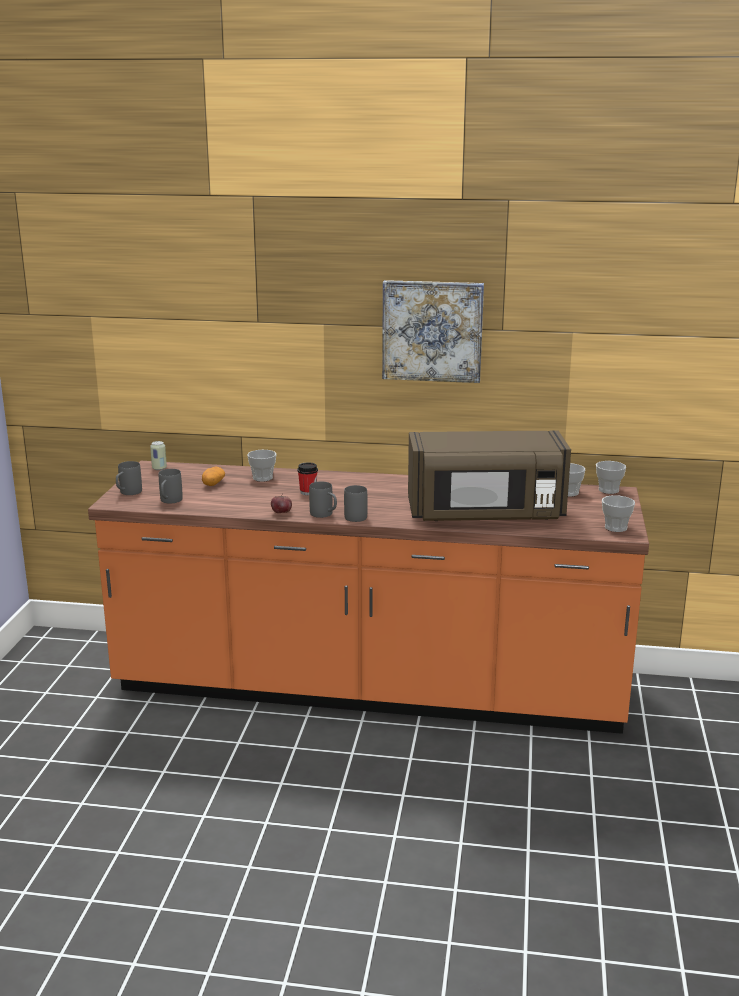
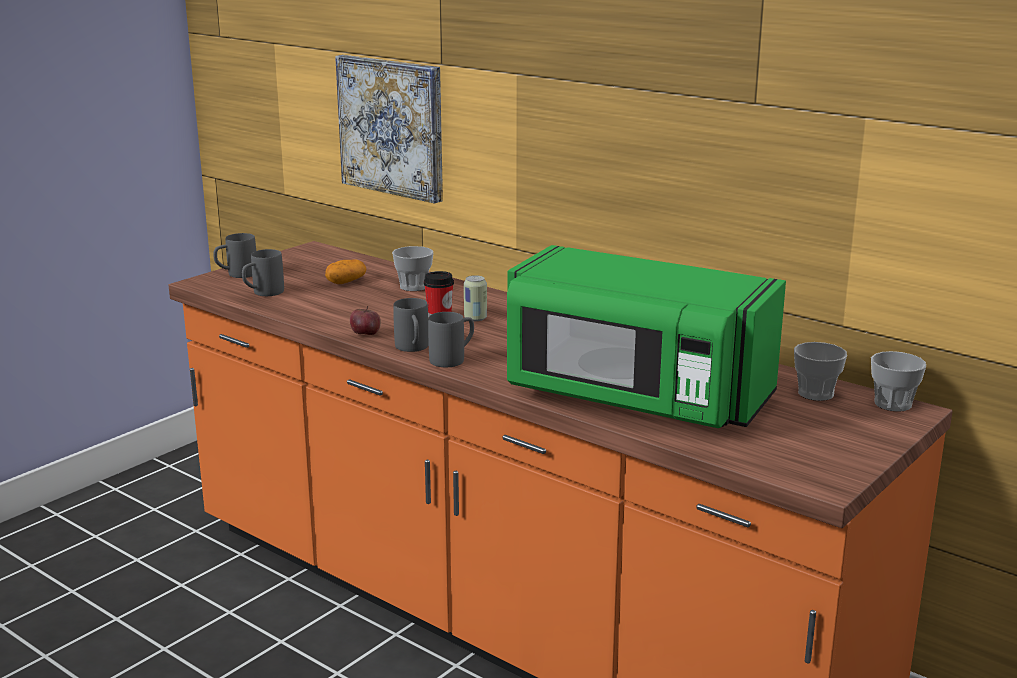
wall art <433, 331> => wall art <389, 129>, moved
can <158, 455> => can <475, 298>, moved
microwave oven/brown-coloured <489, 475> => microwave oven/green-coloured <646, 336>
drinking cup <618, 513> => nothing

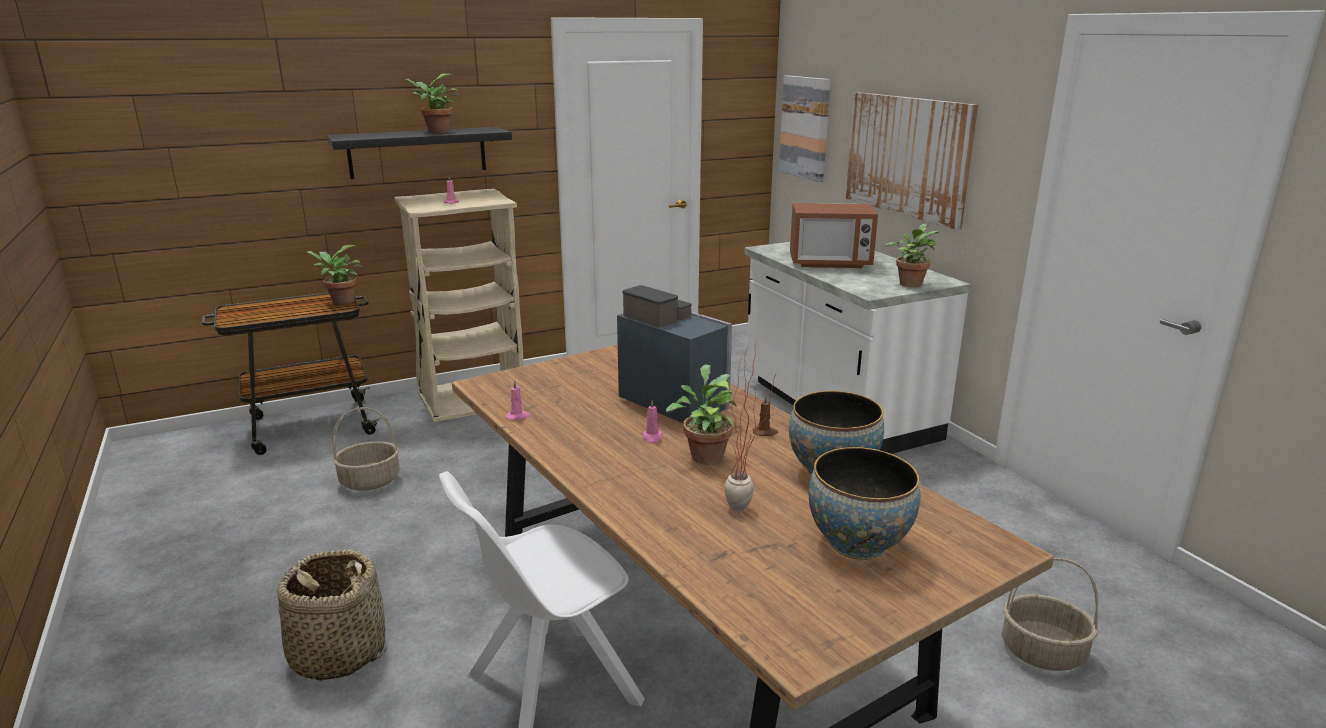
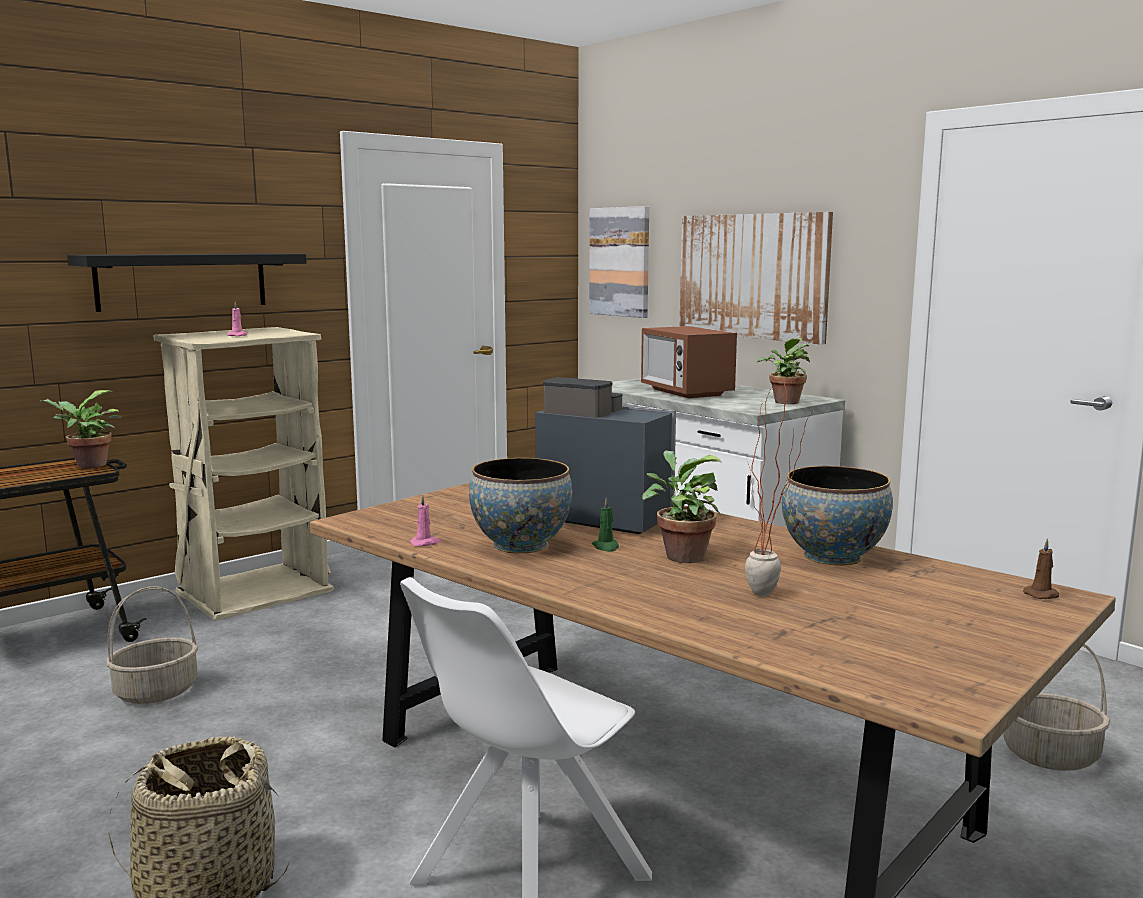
bowl <864, 503> => bowl <521, 506>, moved
candle/pink-coloured <652, 421> => candle/green-coloured <605, 525>
microwave oven <834, 235> => microwave oven <689, 362>, 75 degrees clockwise
candle/brown-coloured <765, 415> => candle/brown-coloured <1041, 568>, moved
potted plant <431, 103> => nothing

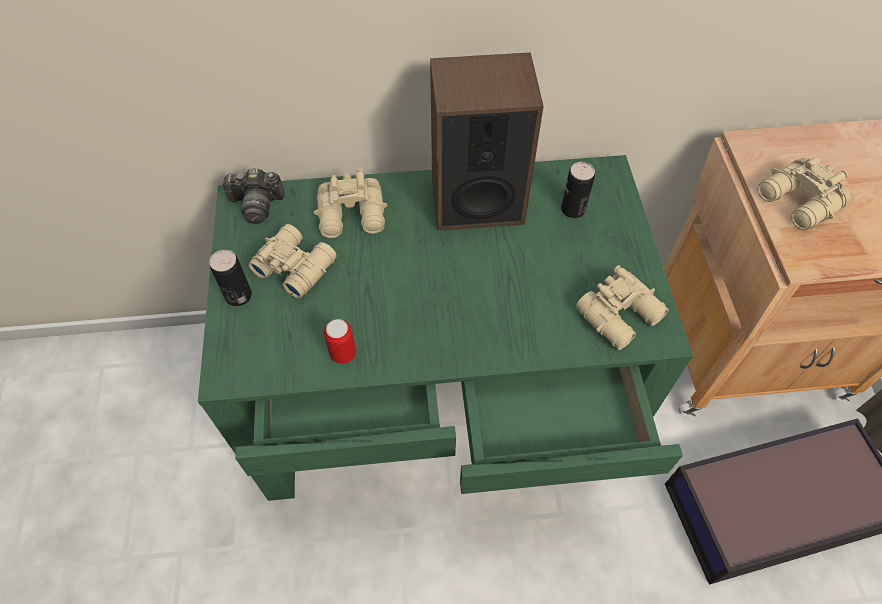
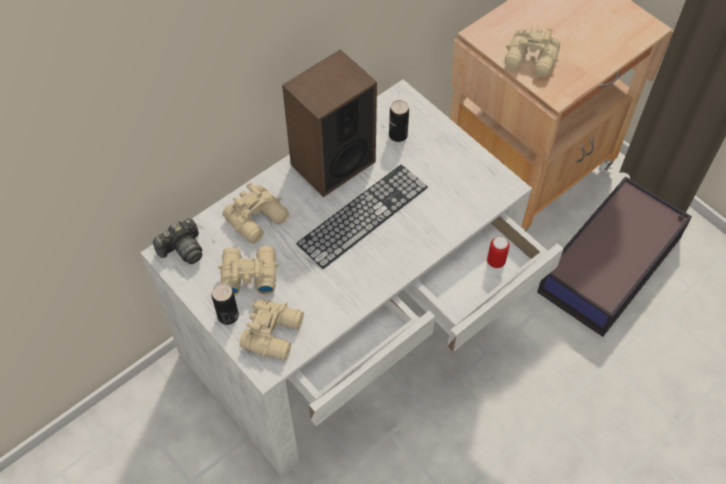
desk unit/green-coloured <445, 328> => desk unit/whitish <352, 278>
binoculars/beige <622, 307> => binoculars/beige <271, 329>, moved
nothing => computer keyboard <362, 217>
can <340, 341> => can <498, 252>, moved

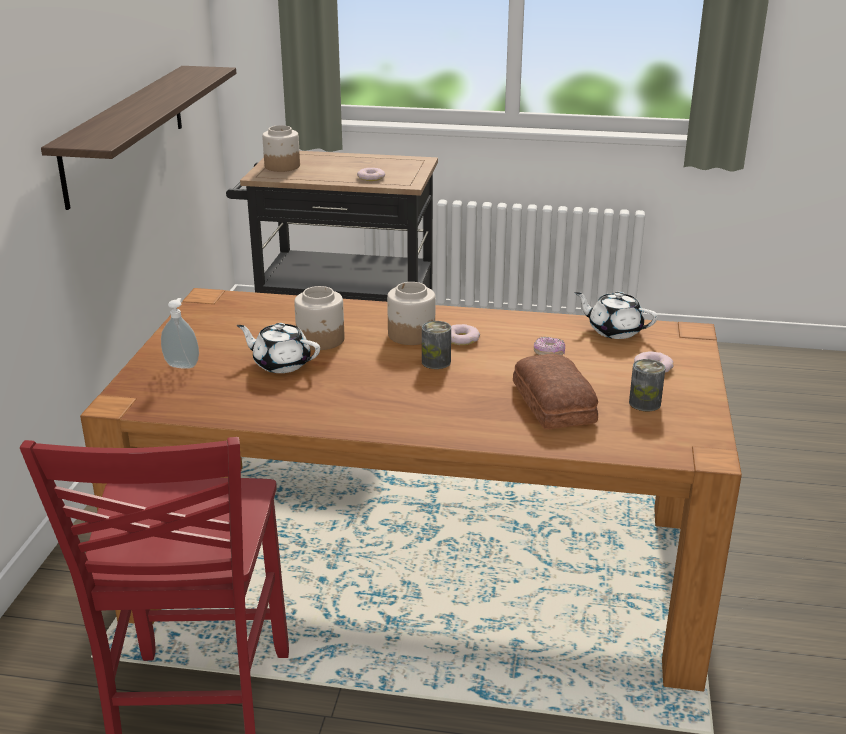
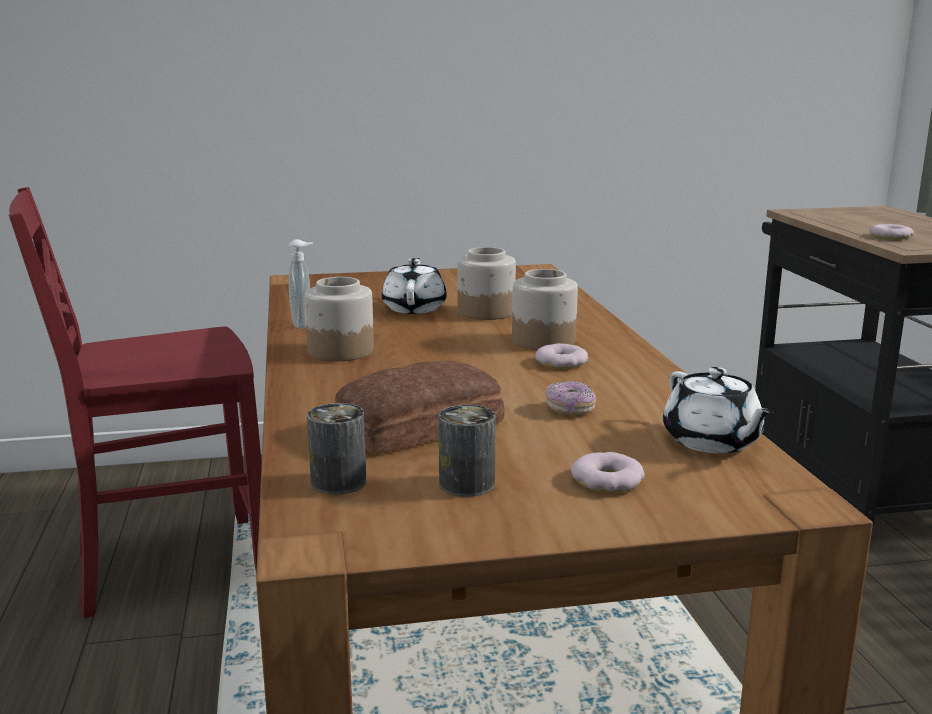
soap dispenser <180, 333> => soap dispenser <301, 284>, moved
preserve jar <281, 148> => preserve jar <339, 319>, moved
can <436, 345> => can <336, 449>, moved
teapot/whitish <616, 315> => teapot/whitish <718, 410>, 150 degrees clockwise
wall shelf <138, 138> => nothing

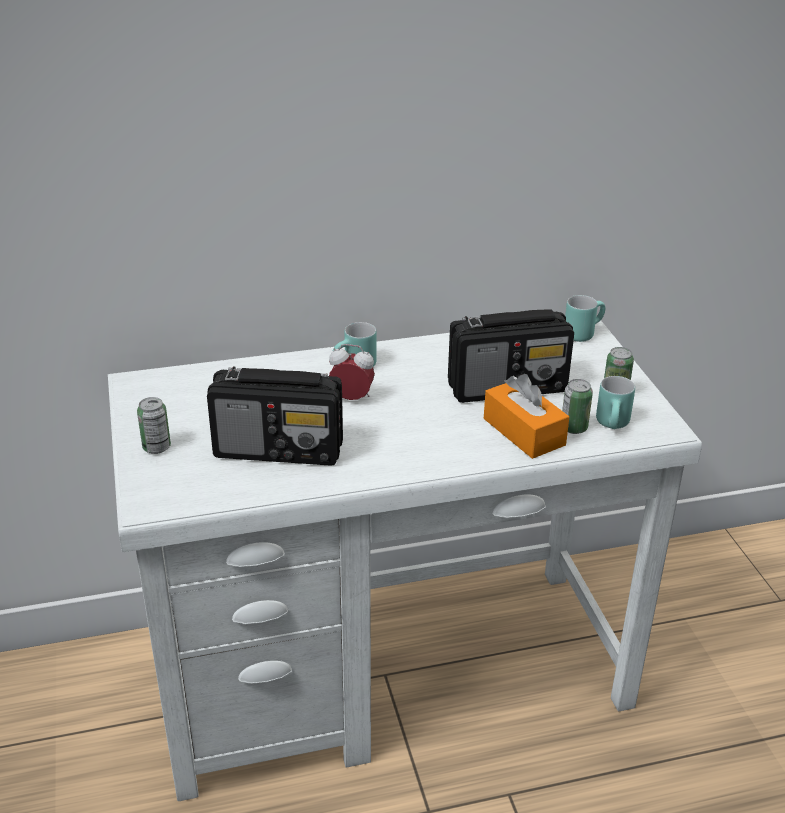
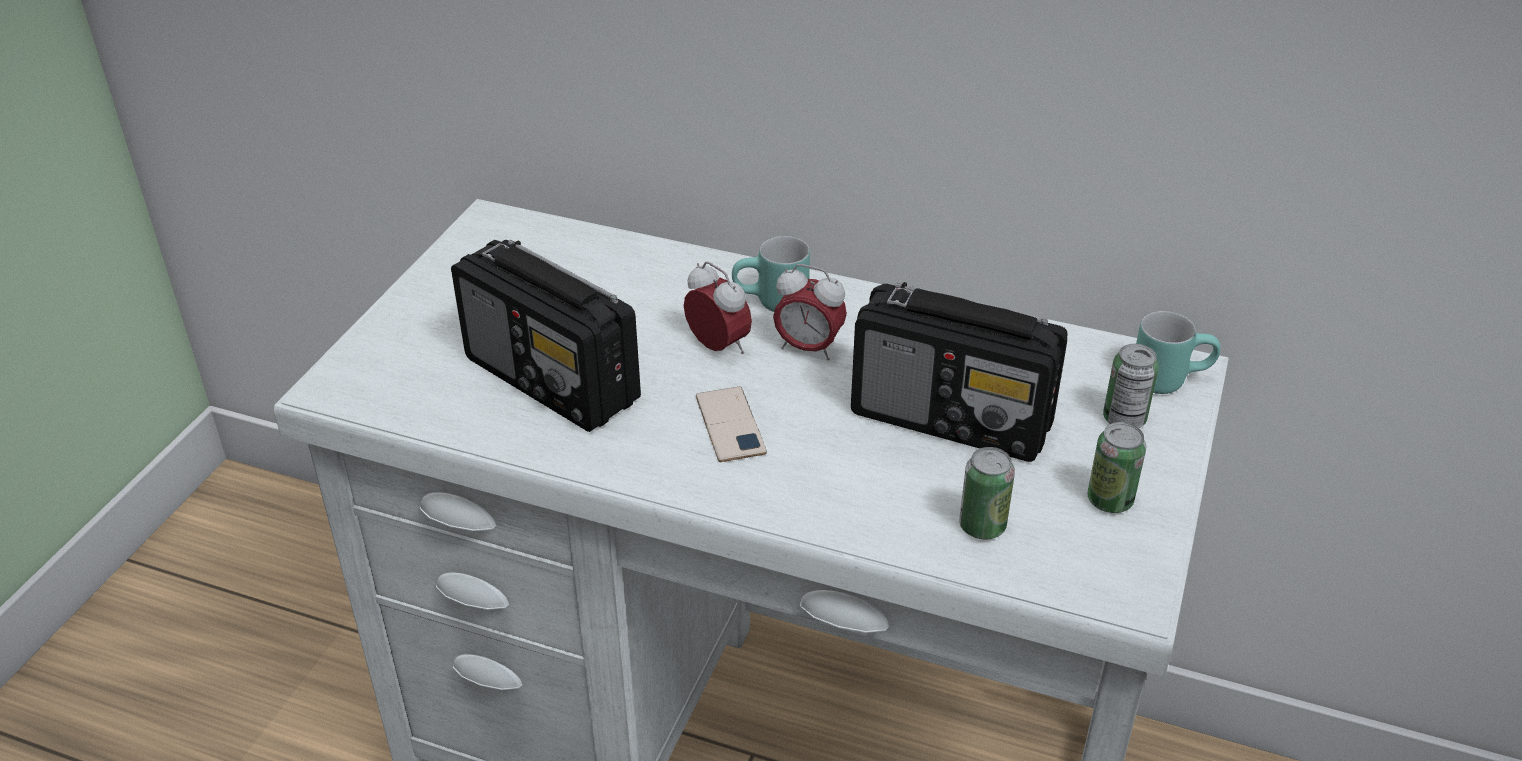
nothing => handset <731, 424>
nothing => table clock <810, 312>
can <154, 425> => can <1131, 386>, moved
tissue box/orangey <527, 416> => nothing
tea mug/blue-green <615, 402> => nothing

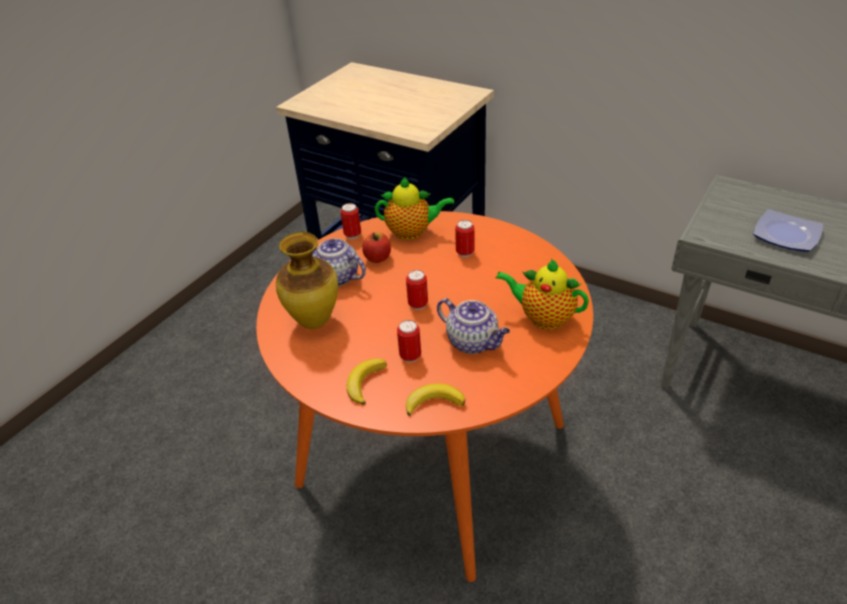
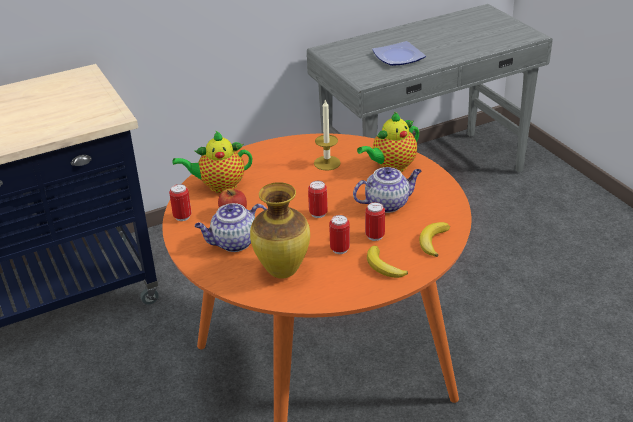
teapot <414, 208> => teapot <212, 162>, 135 degrees counterclockwise
nothing => candle <327, 134>
can <464, 238> => can <339, 234>, moved

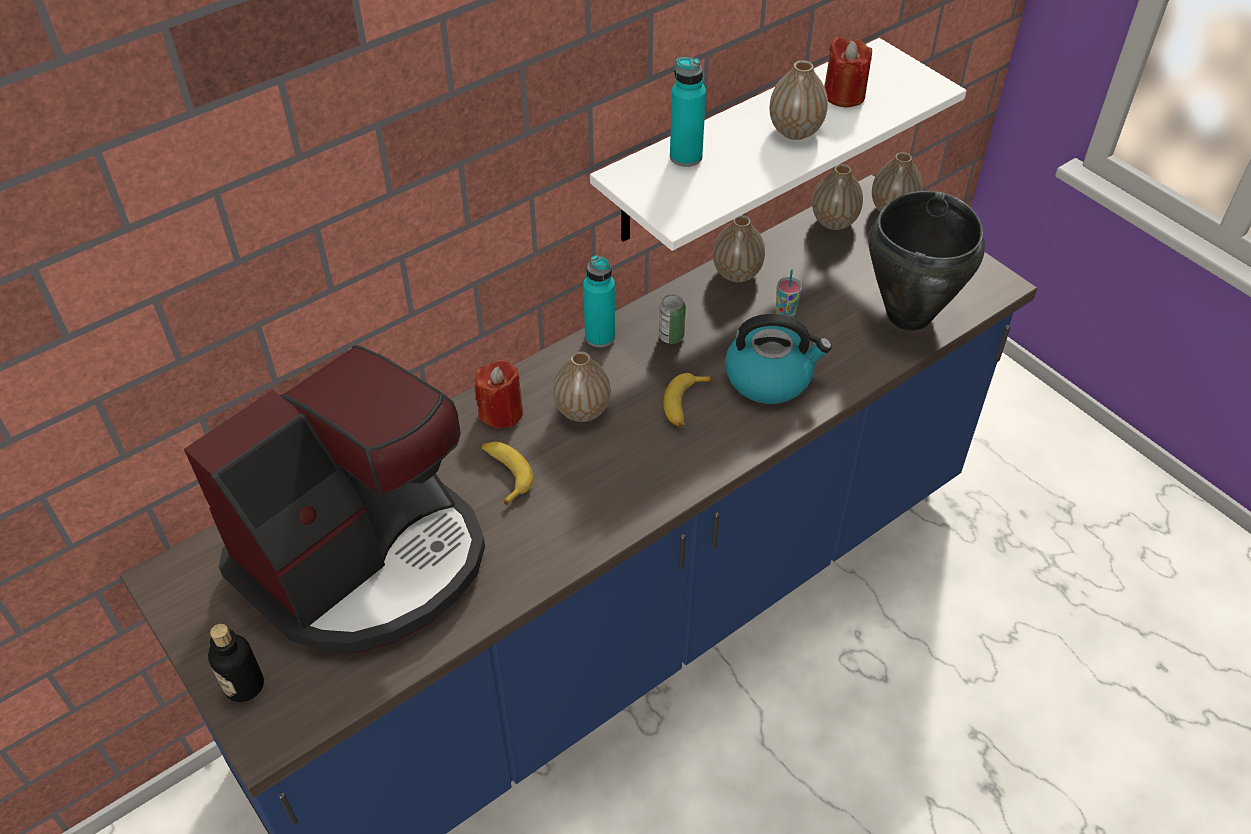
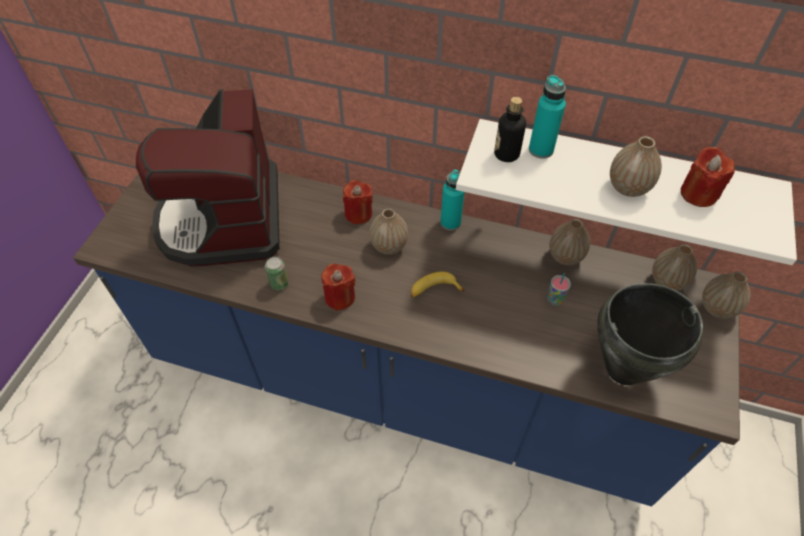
coffee maker <334, 499> => coffee maker <208, 177>, 75 degrees clockwise
can <672, 319> => can <277, 273>, moved
nothing => candle/reddish <338, 287>
drink bottle <236, 663> => drink bottle <510, 129>, moved
whole banana <507, 474> => nothing
tea kettle <778, 359> => nothing

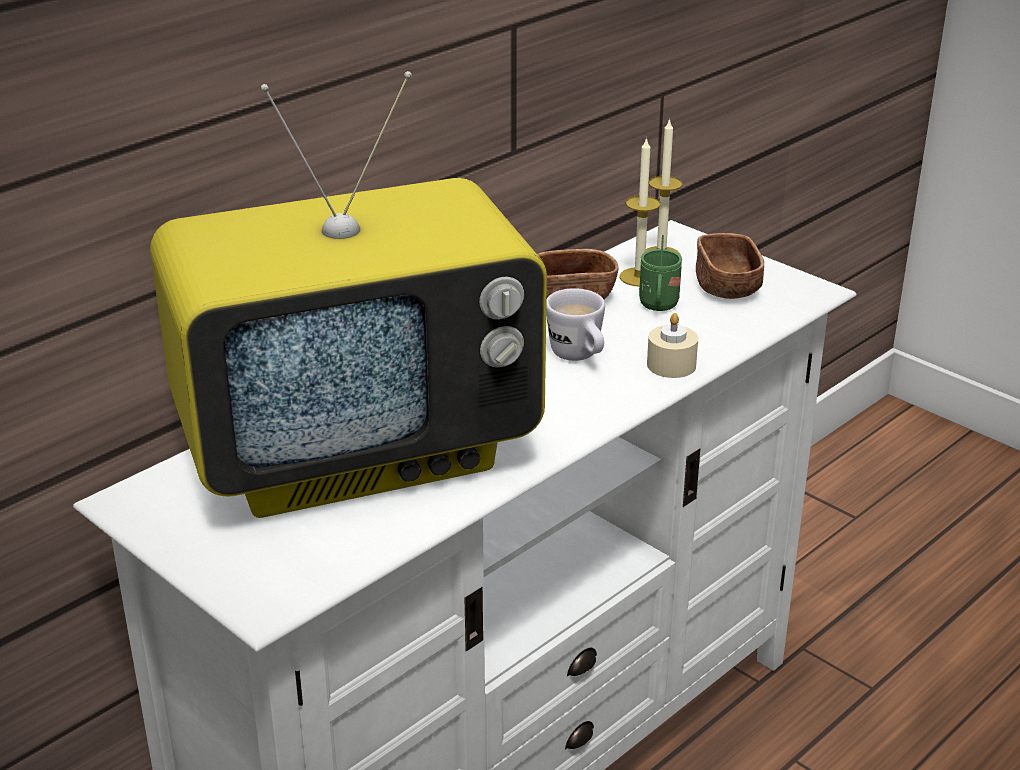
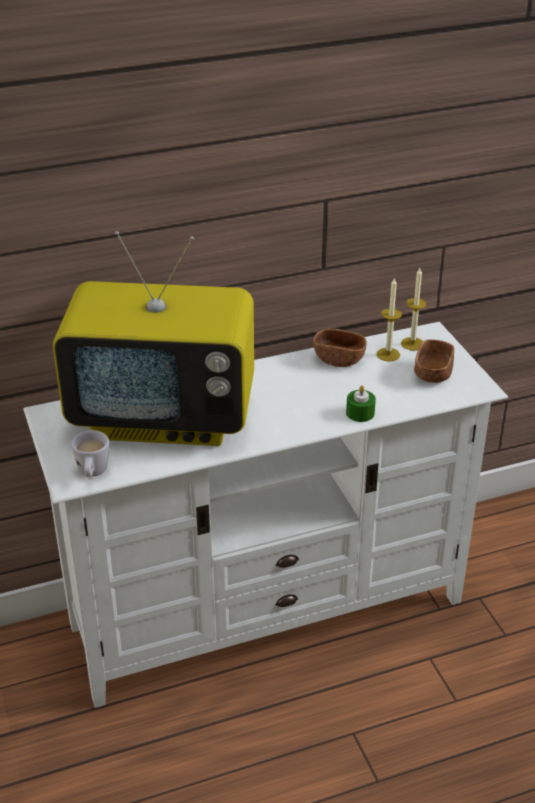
tea mug/whitish <575, 324> => tea mug/whitish <90, 453>, moved
candle/beige <672, 345> => candle/green-coloured <361, 403>
tea mug/green-coloured <660, 273> => nothing

